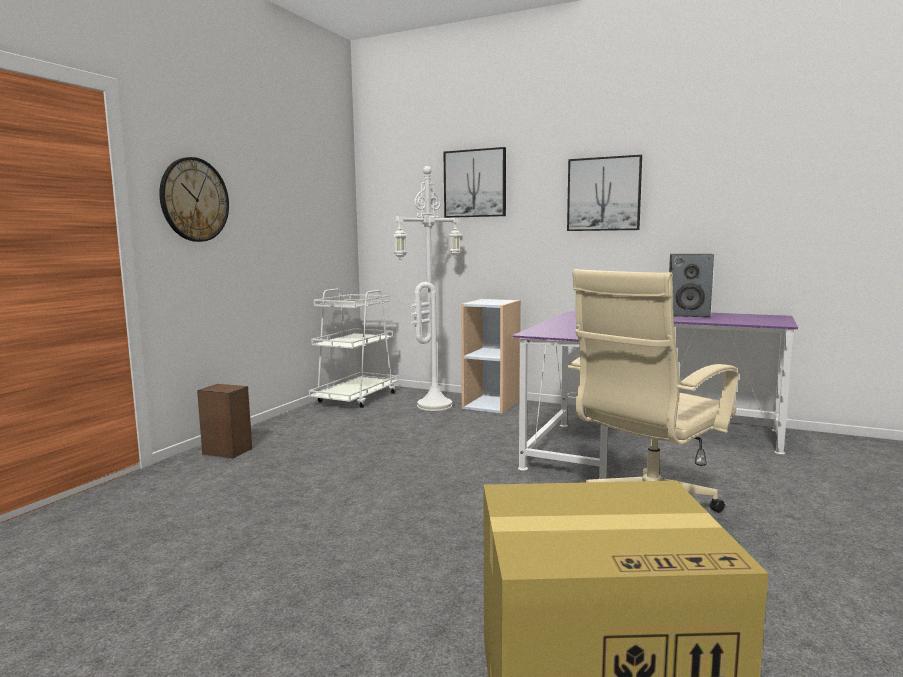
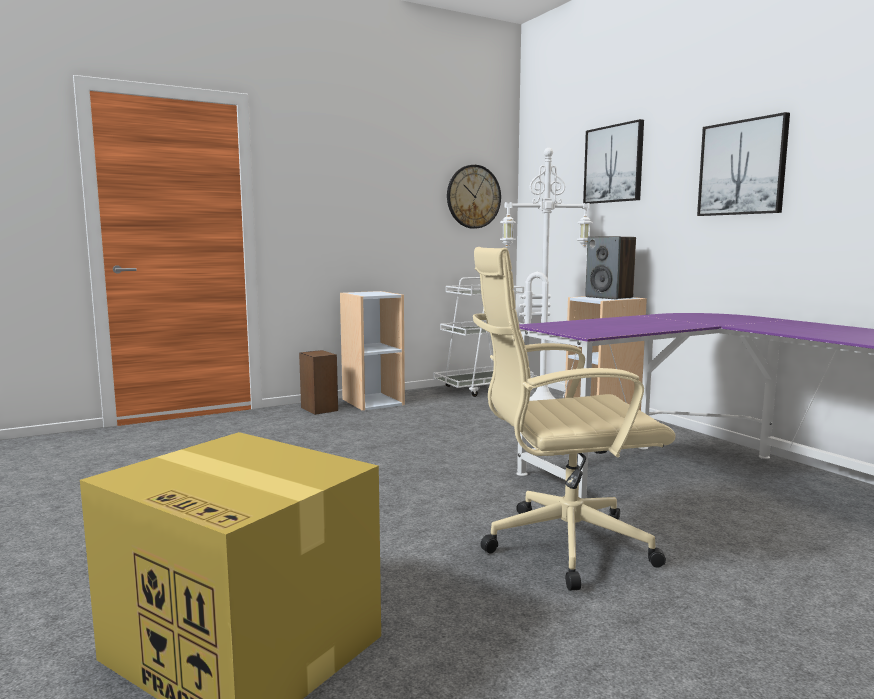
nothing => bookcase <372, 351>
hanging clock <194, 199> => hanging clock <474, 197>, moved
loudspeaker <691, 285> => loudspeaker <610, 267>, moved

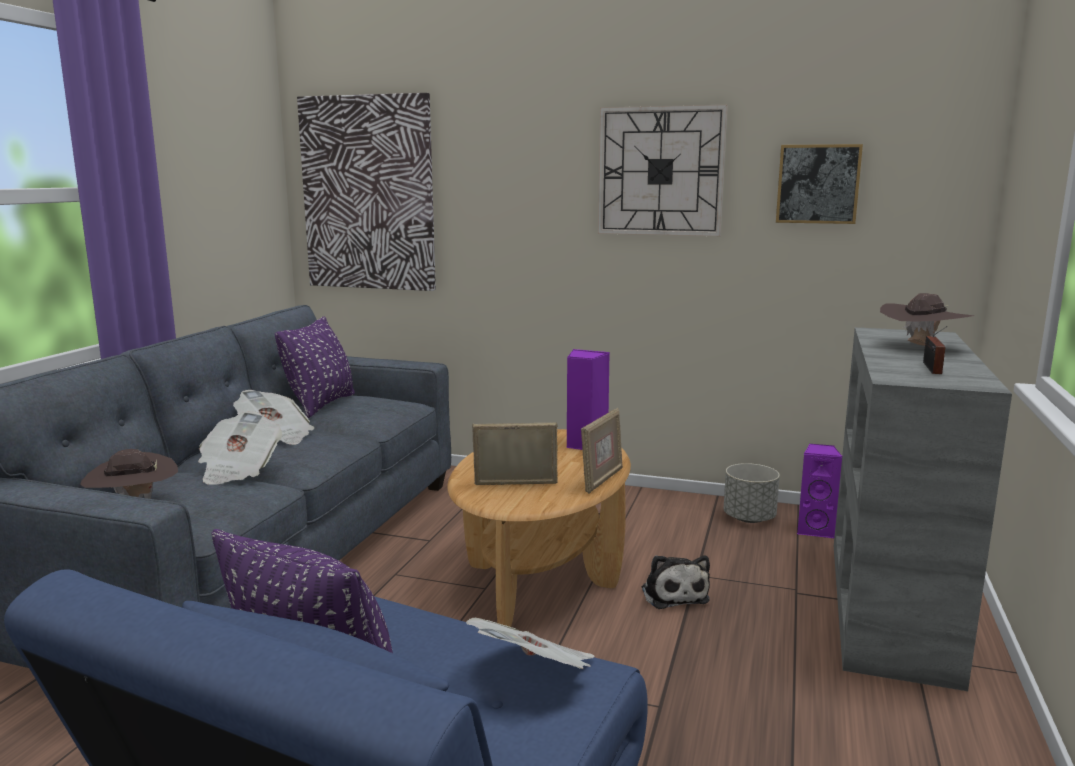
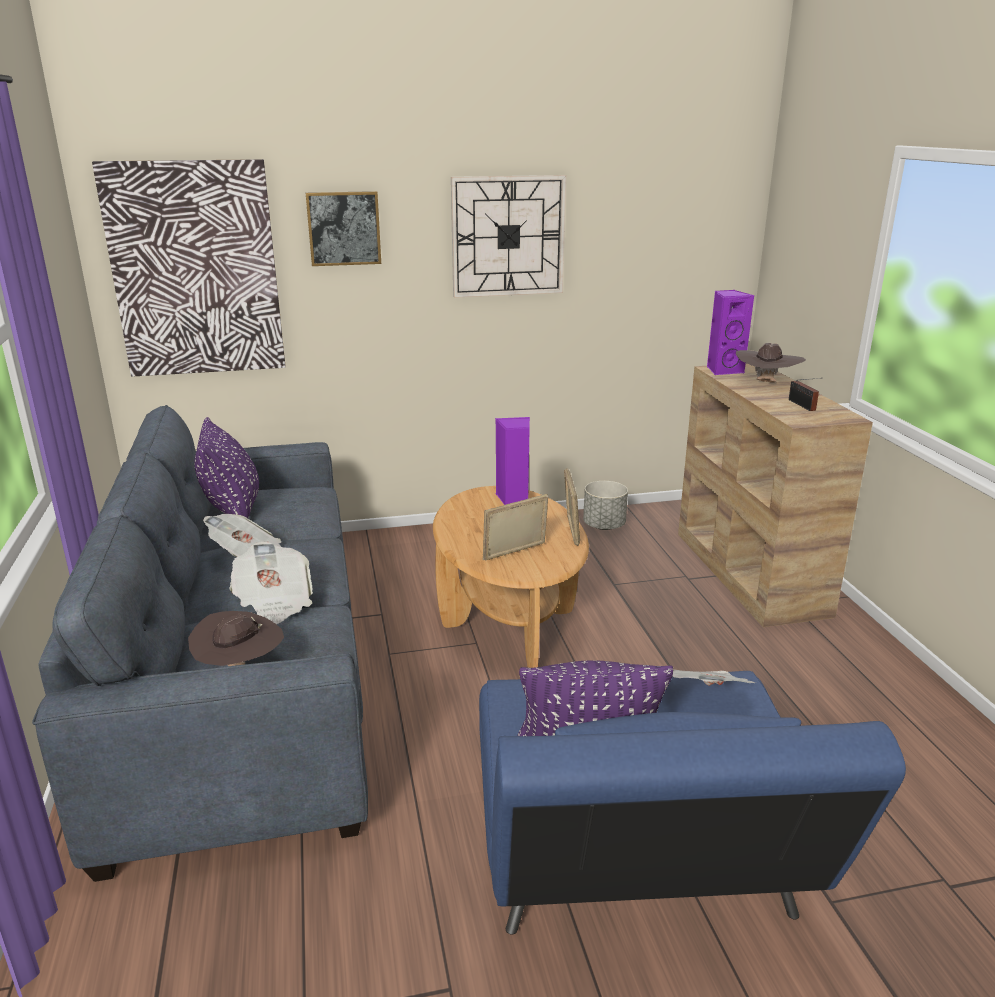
wall art <819, 184> => wall art <343, 228>, moved
bookcase/gray <923, 509> => bookcase/brown-coloured <775, 495>
loudspeaker/purple-coloured <819, 491> => loudspeaker/purple-coloured <730, 333>, moved
cuddly toy <676, 582> => nothing

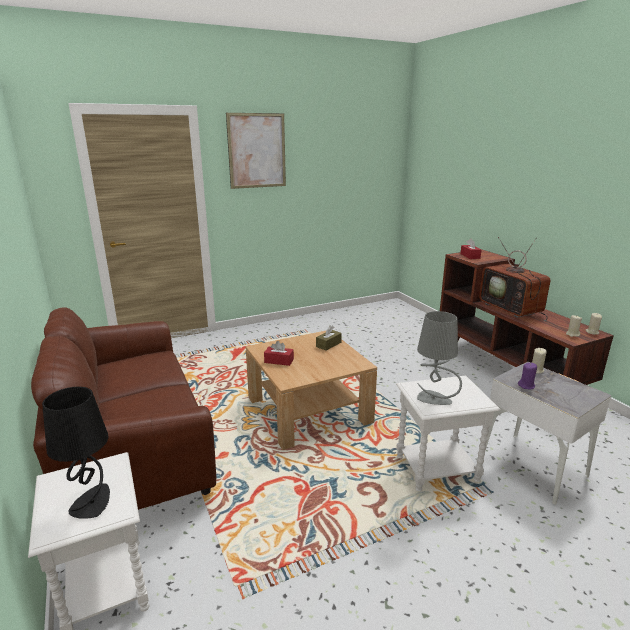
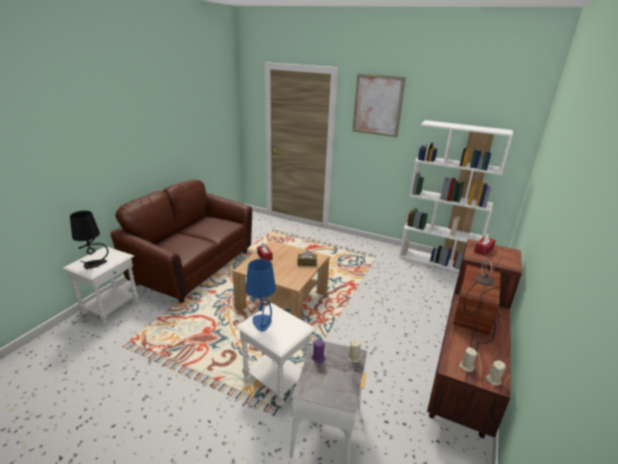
lamp for a table/gray <439, 358> => lamp for a table/blue-coloured <261, 295>
nothing => bookcase/whitish <456, 196>

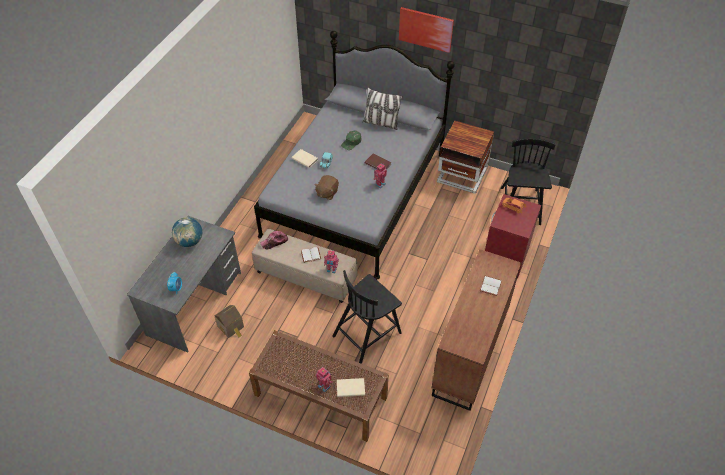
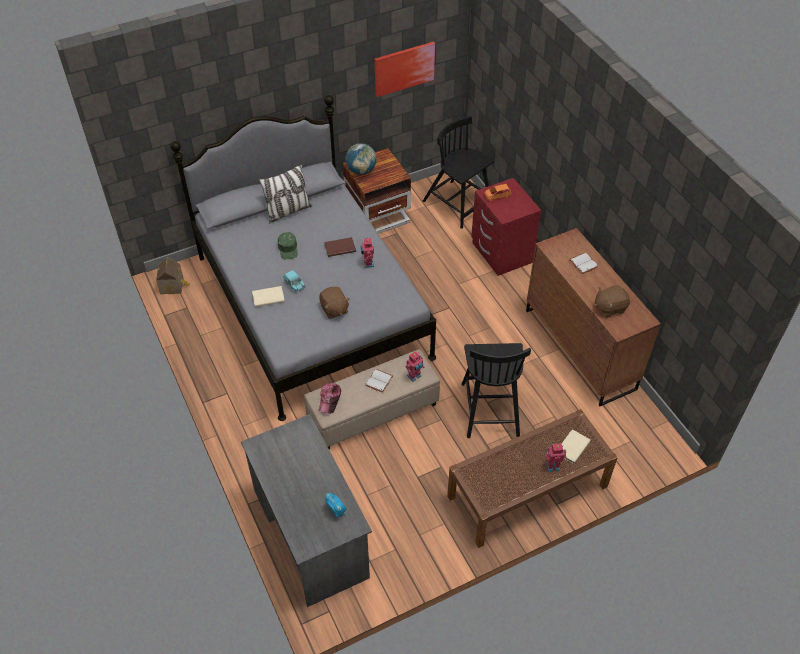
miniature house <229, 321> => miniature house <173, 275>, moved
desk globe <187, 232> => desk globe <360, 159>, moved
wall art <426, 30> => wall art <405, 69>, moved
nothing => cuddly toy/brown-coloured <612, 301>

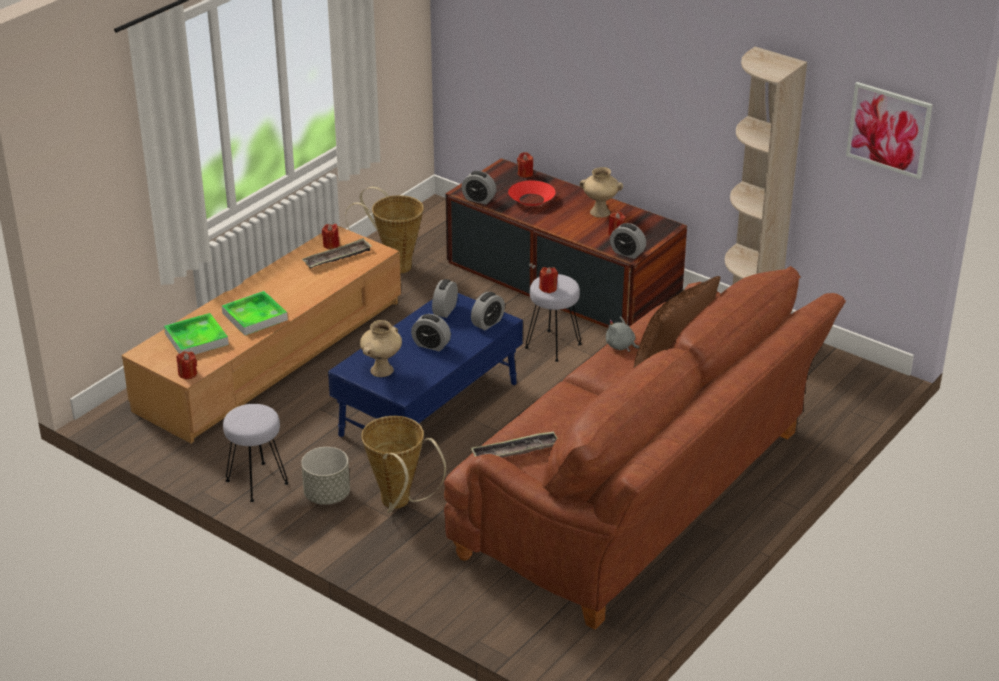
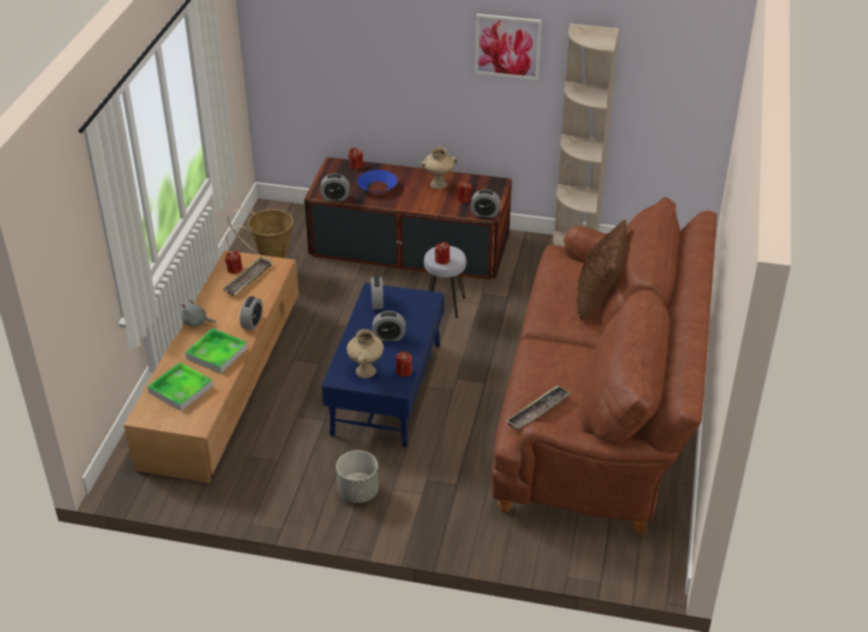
cuddly toy/gray <622, 334> => cuddly toy/gray <198, 313>, moved
table clock <488, 311> => table clock <251, 313>, moved
bowl/reddish <531, 193> => bowl/blue-coloured <377, 181>
candle/reddish <187, 365> => candle/reddish <404, 364>, moved
wall art <889, 130> => wall art <508, 47>, moved
sitting stool/gray <256, 453> => nothing
household basket <403, 464> => nothing

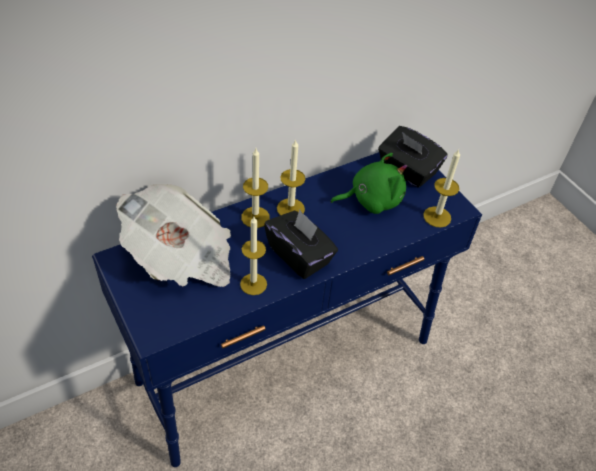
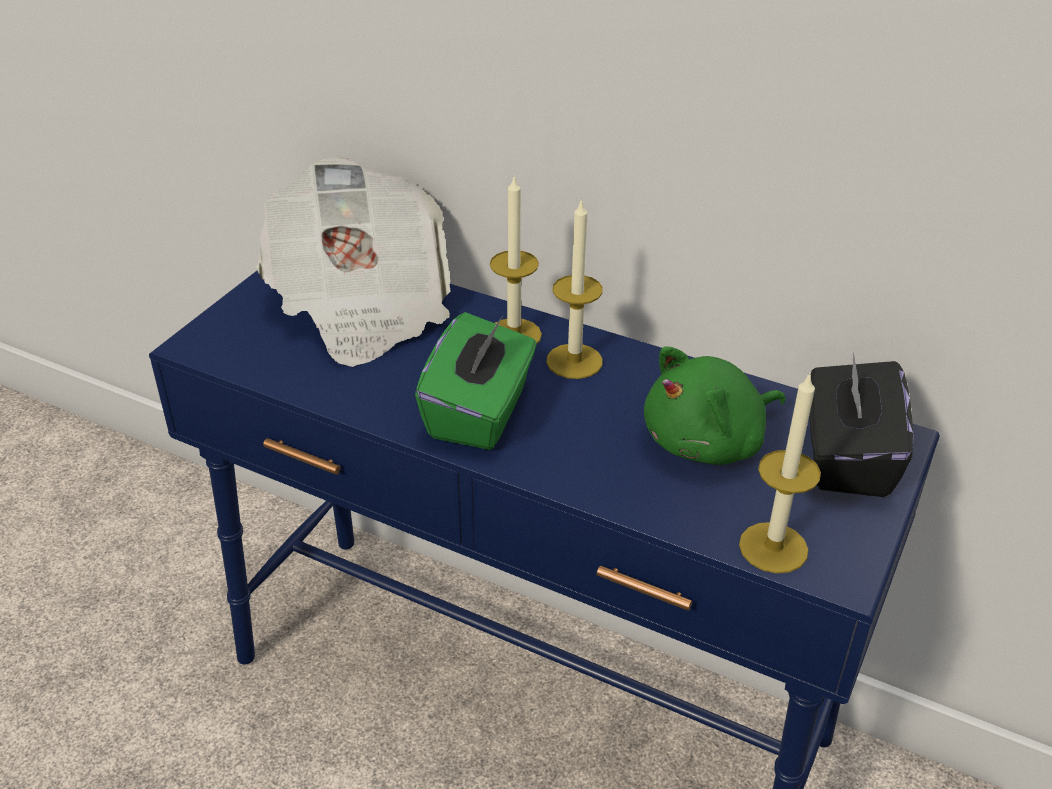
tissue box/black <301, 244> => tissue box/green-coloured <476, 381>
cuddly toy/green-coloured <368, 183> => cuddly toy/green-coloured <715, 406>, 105 degrees clockwise
candle <253, 256> => nothing

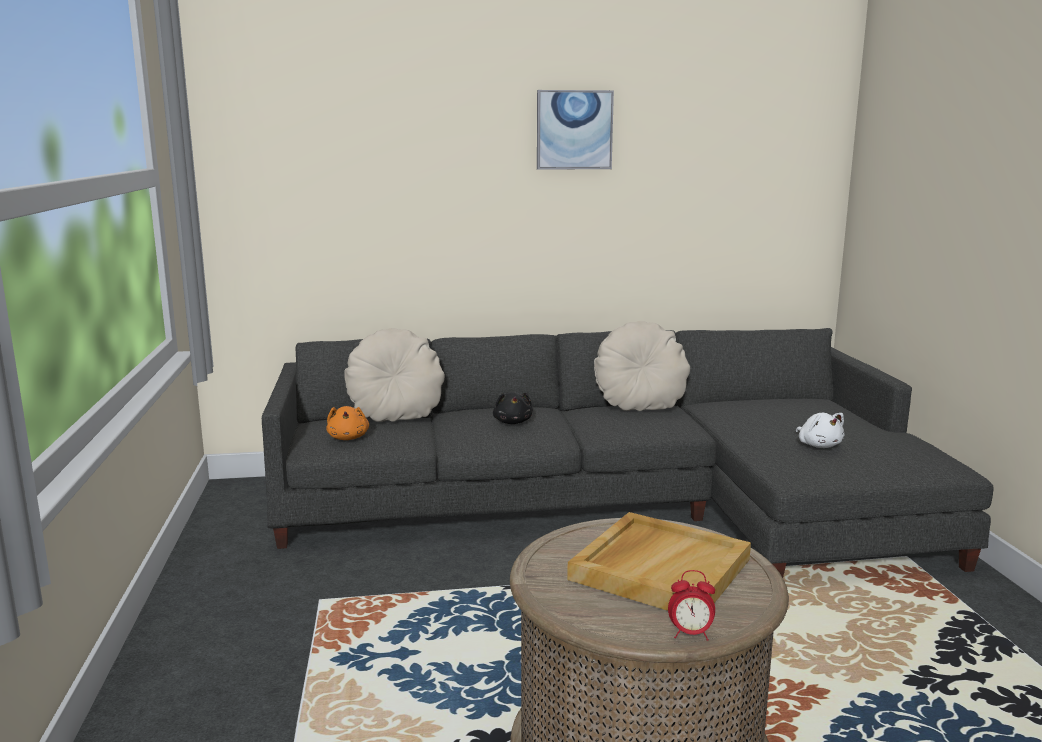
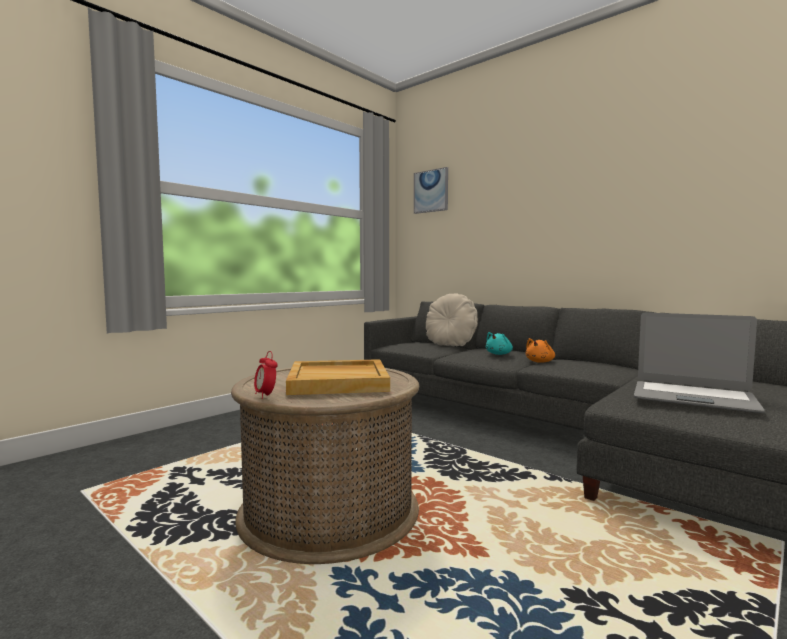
wall art <575, 130> => wall art <431, 190>, moved
cuddly toy/black <513, 408> => cuddly toy/blue-green <499, 343>
cuddly toy/orangey <347, 423> => cuddly toy/orangey <540, 350>, moved
cuddly toy/whitish <820, 430> => notebook computer <699, 362>
throw pillow/beige <642, 366> => nothing

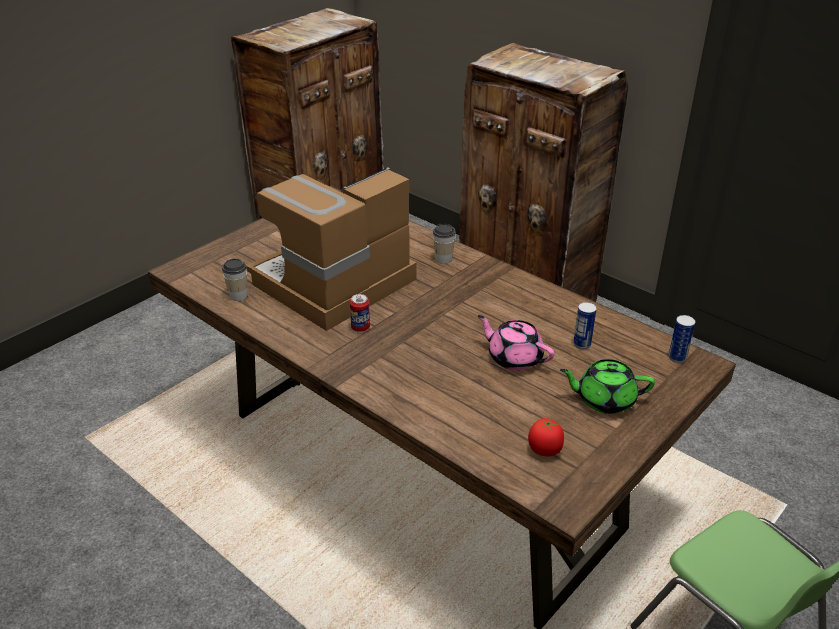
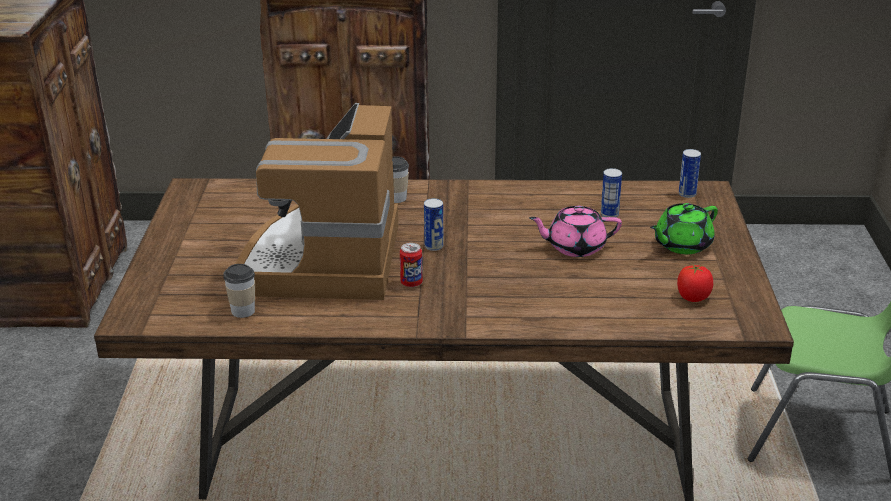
nothing => can <434, 224>

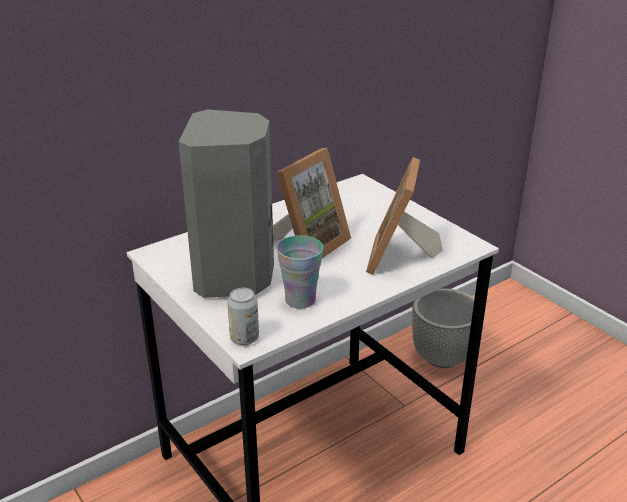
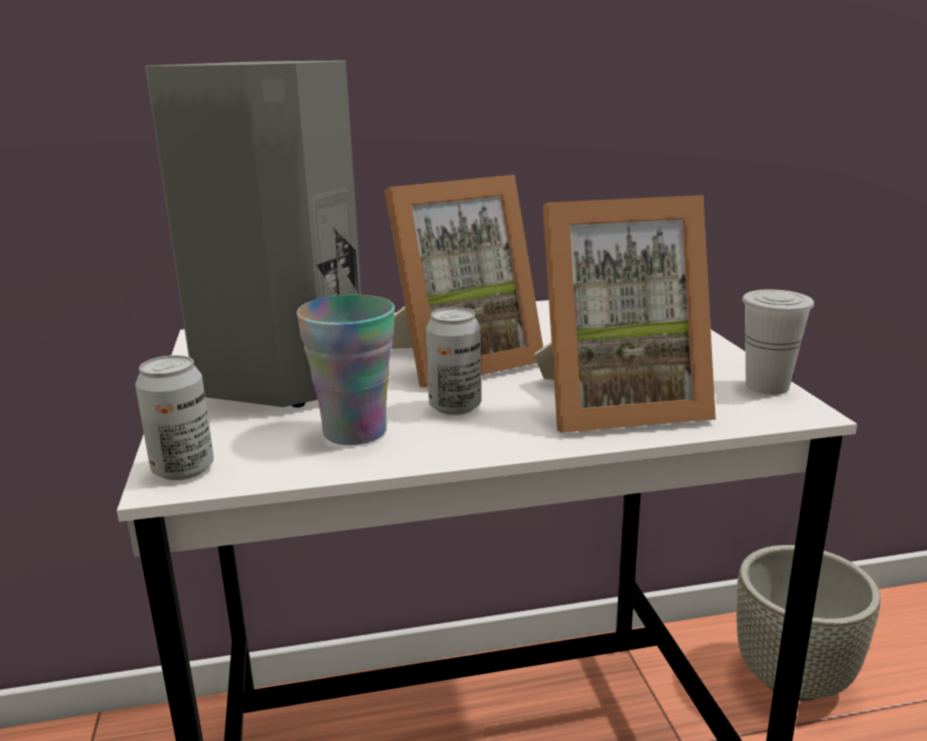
nothing => can <453, 361>
picture frame <404, 216> => picture frame <625, 314>, 135 degrees counterclockwise
nothing => drinking cup/whitish <778, 342>

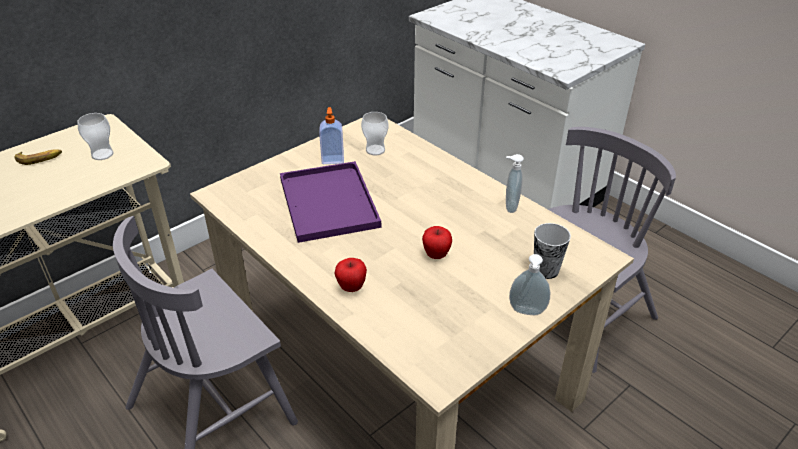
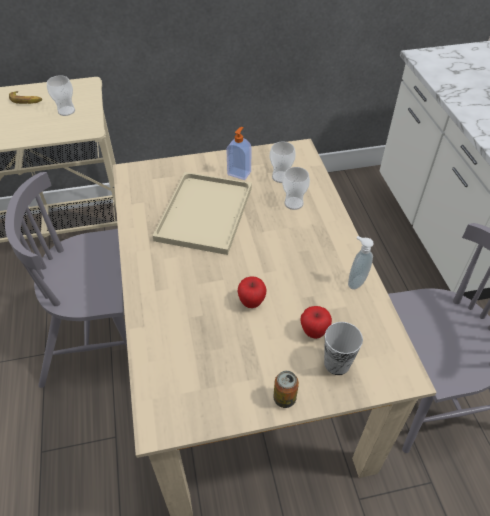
carrying tray/purple-coloured <330, 202> => carrying tray/beige <202, 213>
soap dispenser <529, 284> => can <286, 389>
nothing => drinking cup <296, 188>
apple fruit <350, 275> => apple fruit <316, 322>, moved

